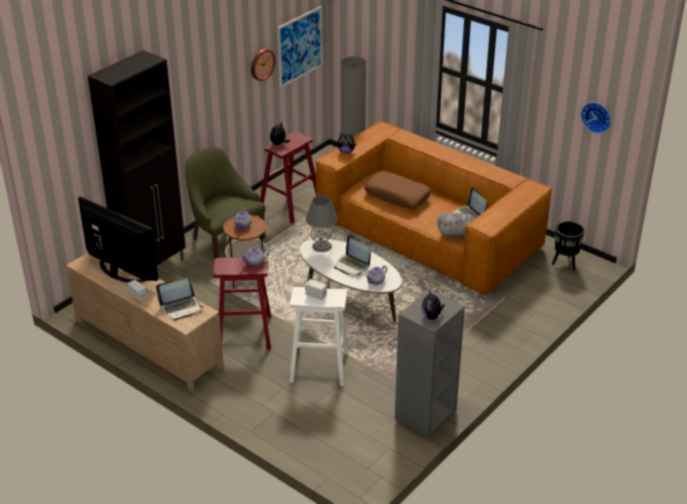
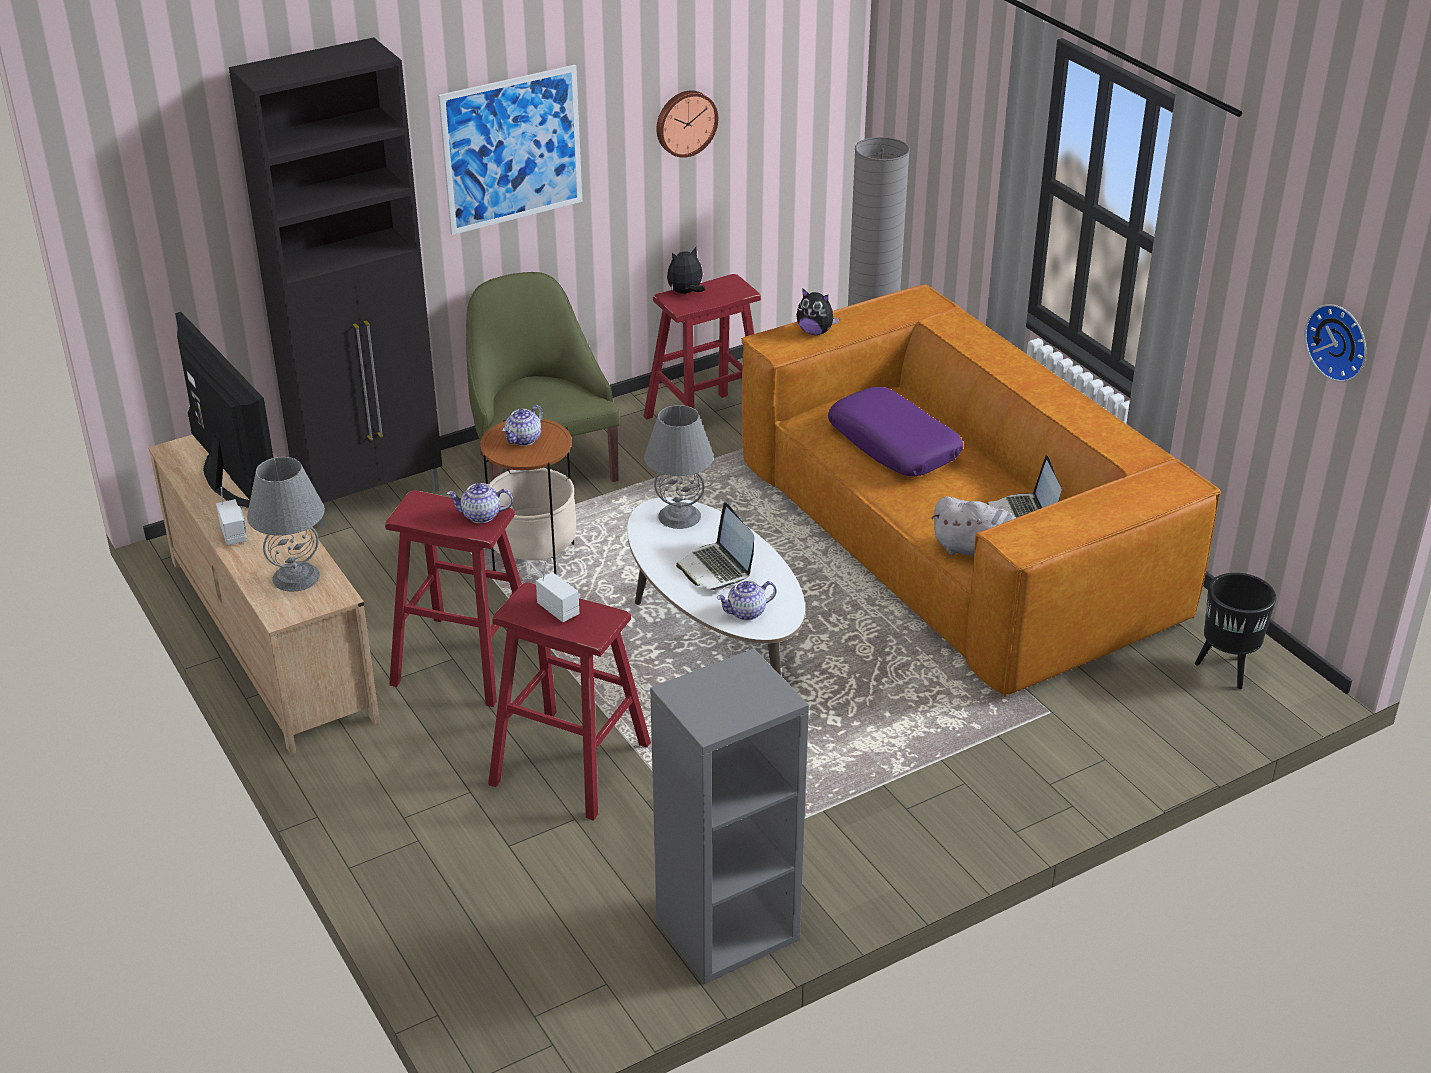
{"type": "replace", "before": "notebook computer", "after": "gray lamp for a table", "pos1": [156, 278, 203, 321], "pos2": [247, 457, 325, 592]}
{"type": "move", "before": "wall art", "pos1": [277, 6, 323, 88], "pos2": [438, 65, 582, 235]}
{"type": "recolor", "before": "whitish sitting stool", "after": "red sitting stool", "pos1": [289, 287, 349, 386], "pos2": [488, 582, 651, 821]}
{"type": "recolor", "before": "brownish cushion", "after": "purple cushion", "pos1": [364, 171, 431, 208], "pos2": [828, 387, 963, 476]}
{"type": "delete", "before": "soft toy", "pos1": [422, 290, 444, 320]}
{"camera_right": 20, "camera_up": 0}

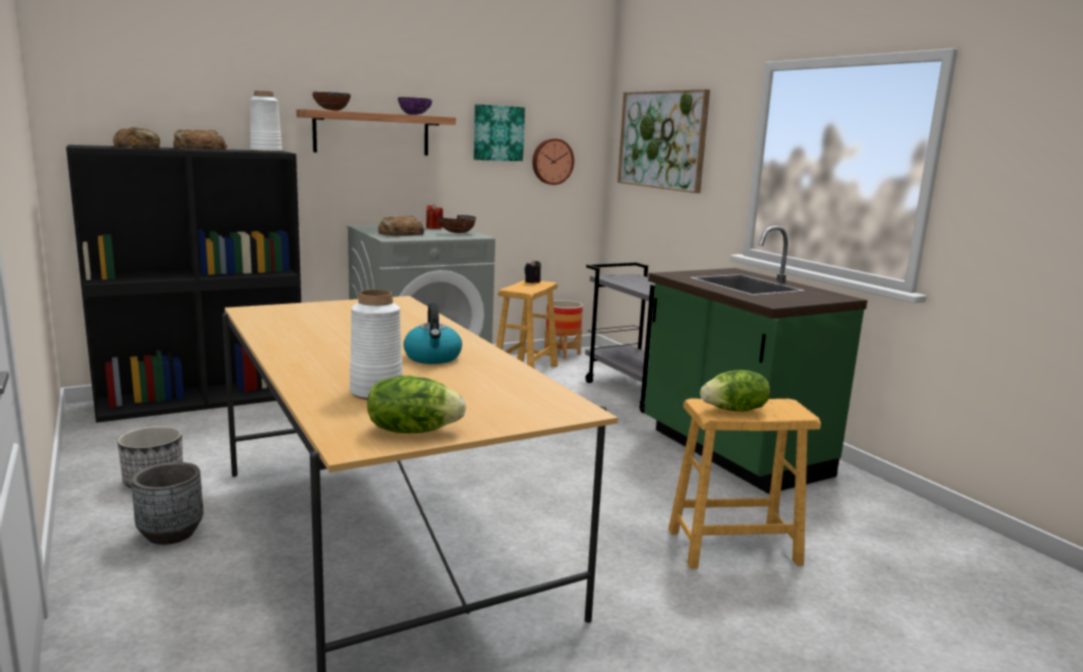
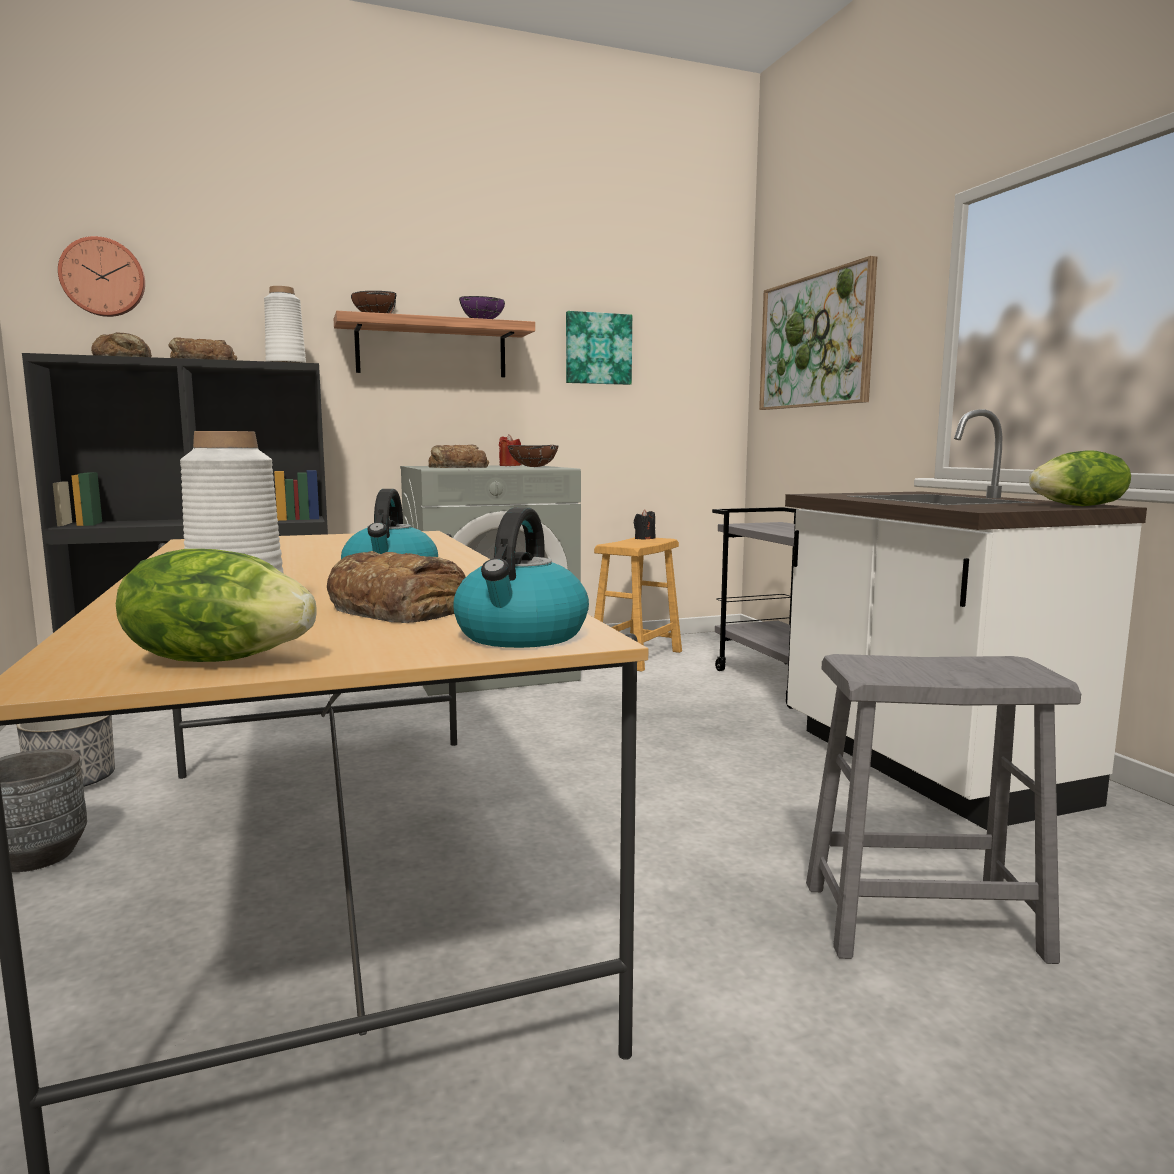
{"type": "move", "before": "wall clock", "pos1": [532, 138, 574, 185], "pos2": [58, 236, 145, 317]}
{"type": "delete", "before": "plant pot", "pos1": [544, 300, 583, 359]}
{"type": "recolor", "before": "greenish counter", "after": "whitish counter", "pos1": [644, 226, 867, 494], "pos2": [785, 409, 1147, 830]}
{"type": "recolor", "before": "brownish sitting stool", "after": "gray sitting stool", "pos1": [668, 398, 821, 569], "pos2": [806, 654, 1081, 964]}
{"type": "move", "before": "lettuce head", "pos1": [700, 370, 770, 412], "pos2": [1029, 450, 1131, 506]}
{"type": "insert", "after": "bread", "pos2": [327, 551, 466, 623]}
{"type": "insert", "after": "water kettle", "pos2": [453, 507, 589, 648]}
{"camera_right": 10, "camera_up": -5}

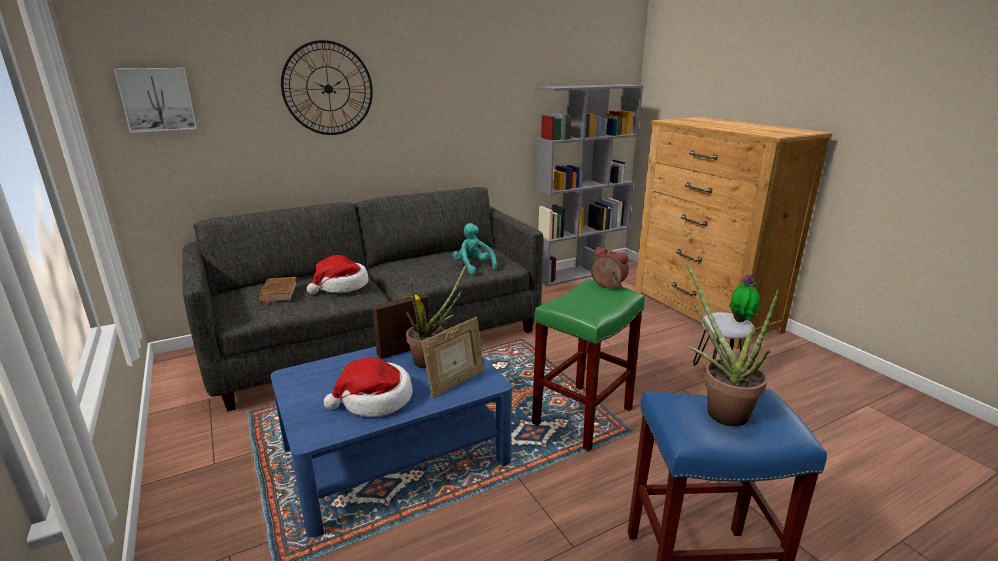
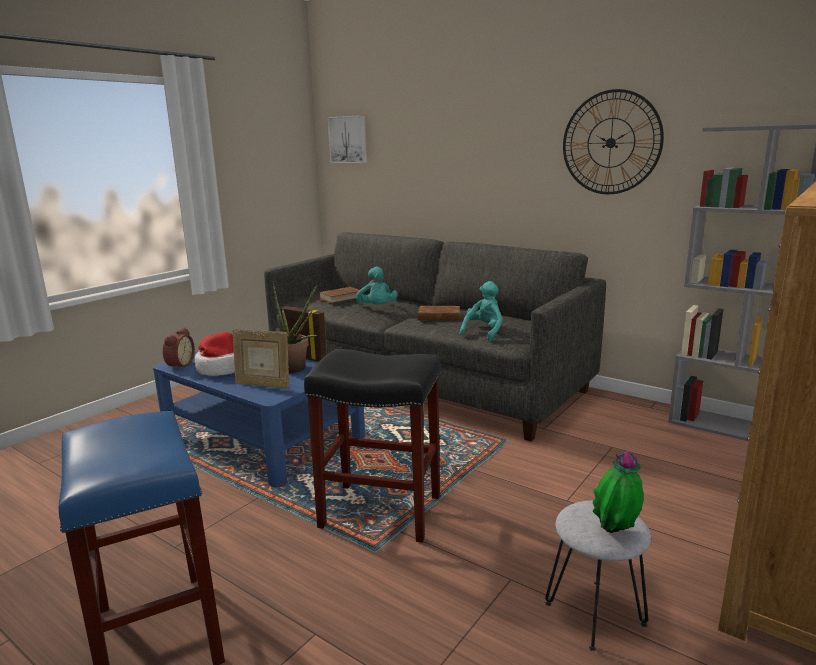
{"type": "move", "before": "wall clock", "pos1": [281, 40, 373, 135], "pos2": [563, 89, 664, 194]}
{"type": "replace", "before": "clothing hat", "after": "turquoise-coloured soft toy", "pos1": [307, 255, 368, 294], "pos2": [356, 267, 398, 305]}
{"type": "recolor", "before": "greenish sitting stool", "after": "black sitting stool", "pos1": [532, 279, 645, 452], "pos2": [304, 349, 441, 543]}
{"type": "move", "before": "alarm clock", "pos1": [591, 247, 629, 288], "pos2": [163, 327, 195, 370]}
{"type": "delete", "before": "houseplant", "pos1": [686, 262, 779, 426]}
{"type": "insert", "after": "brownish bound book", "pos2": [418, 306, 464, 320]}
{"camera_right": 65, "camera_up": -5}

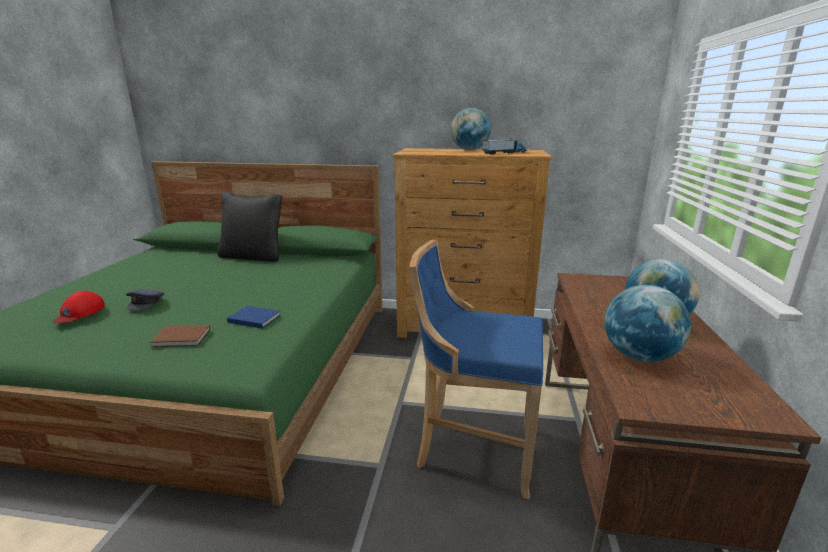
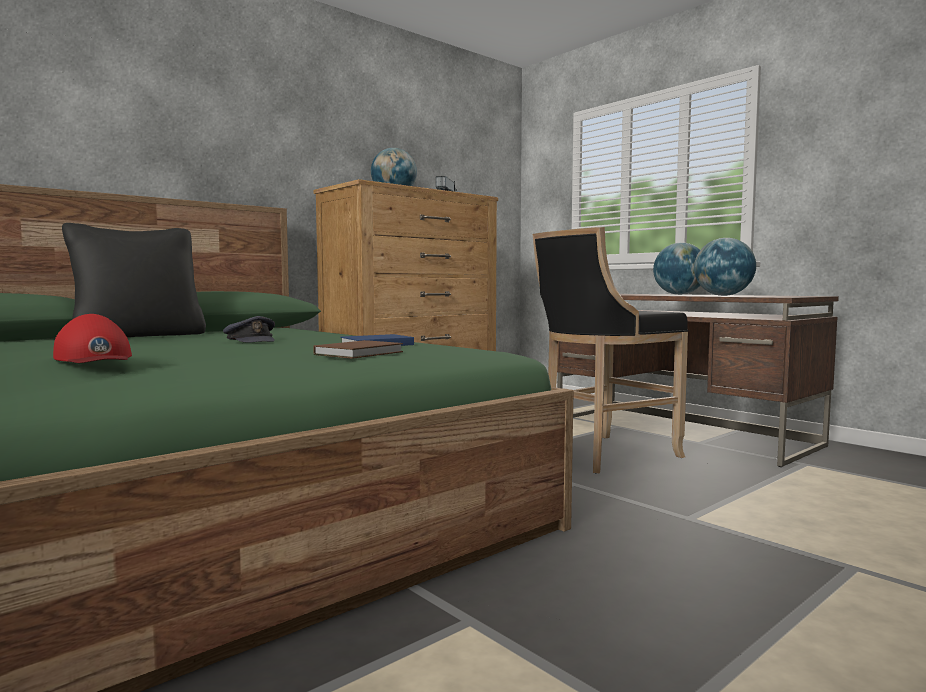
{"type": "move", "before": "gray peaked cap", "pos1": [126, 289, 164, 310], "pos2": [223, 316, 275, 342]}
{"type": "recolor", "before": "bluish sitting stool", "after": "black sitting stool", "pos1": [409, 240, 543, 499], "pos2": [532, 227, 688, 474]}
{"camera_right": -50, "camera_up": -15}

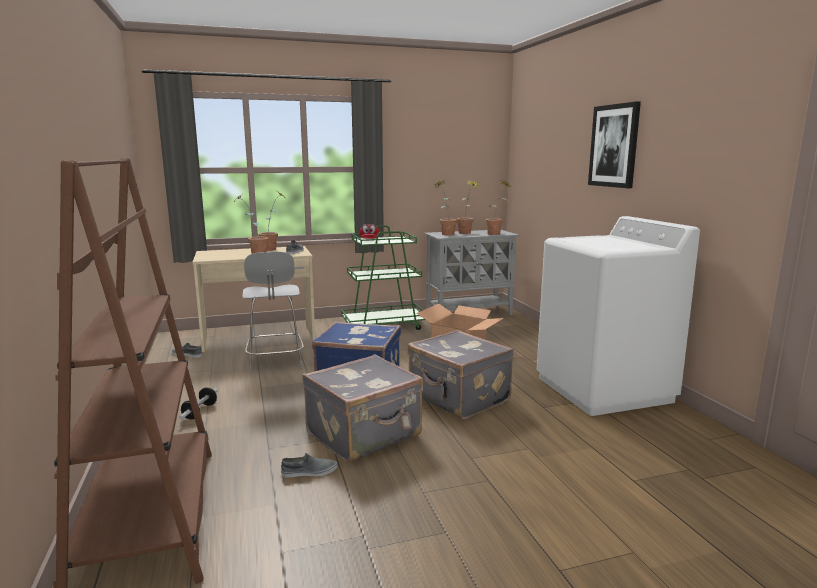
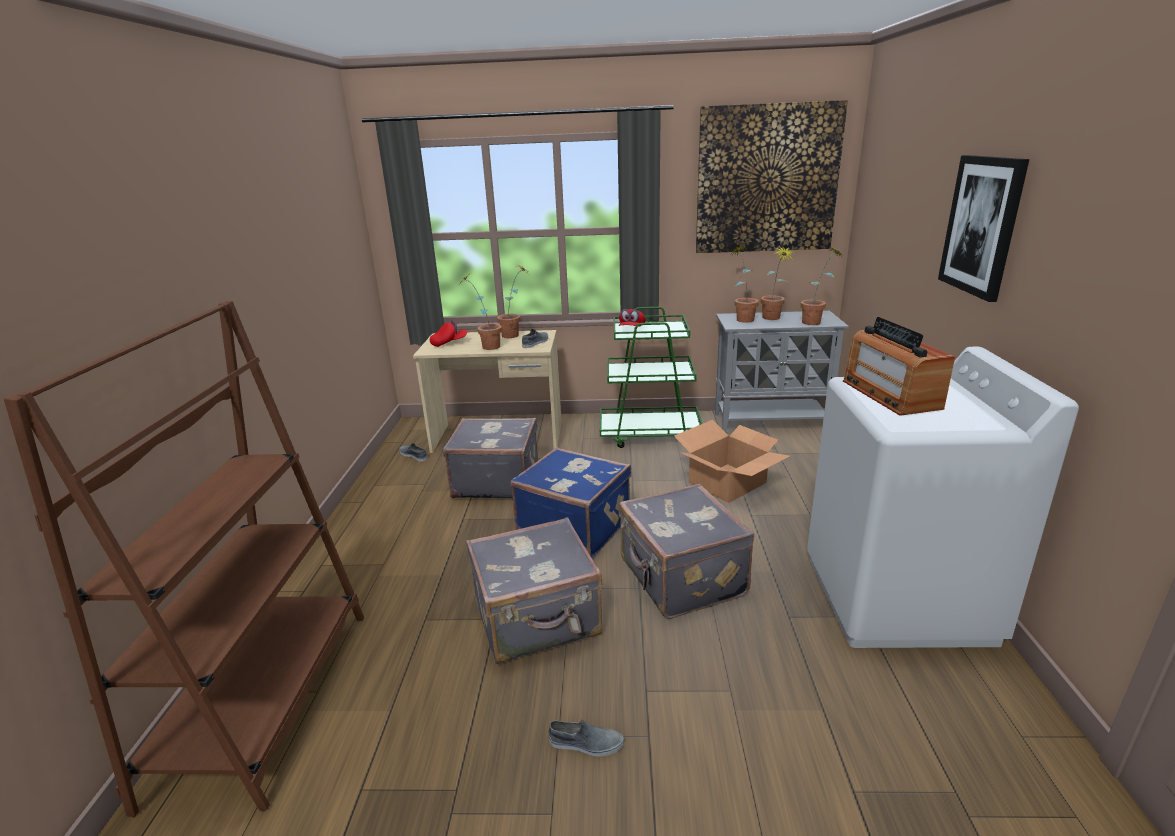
{"type": "delete", "before": "hand weight", "pos1": [179, 387, 218, 419]}
{"type": "replace", "before": "gray sitting stool", "after": "gray suitcase", "pos1": [242, 252, 304, 373], "pos2": [443, 418, 538, 498]}
{"type": "move", "before": "gray shoe", "pos1": [281, 453, 337, 477], "pos2": [548, 720, 624, 757]}
{"type": "insert", "after": "red peaked cap", "pos2": [430, 320, 468, 347]}
{"type": "insert", "after": "wall art", "pos2": [696, 100, 848, 253]}
{"type": "insert", "after": "radio", "pos2": [843, 317, 955, 416]}
{"camera_right": 20, "camera_up": 10}

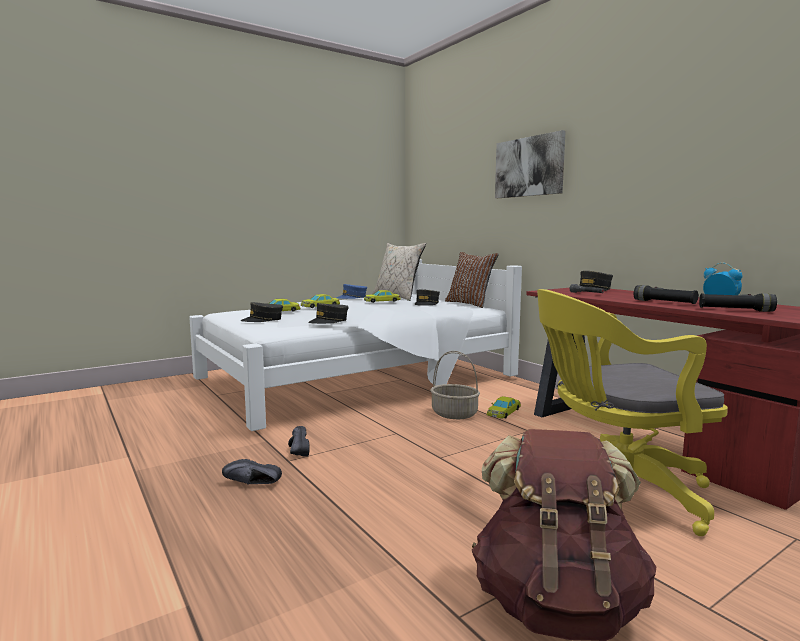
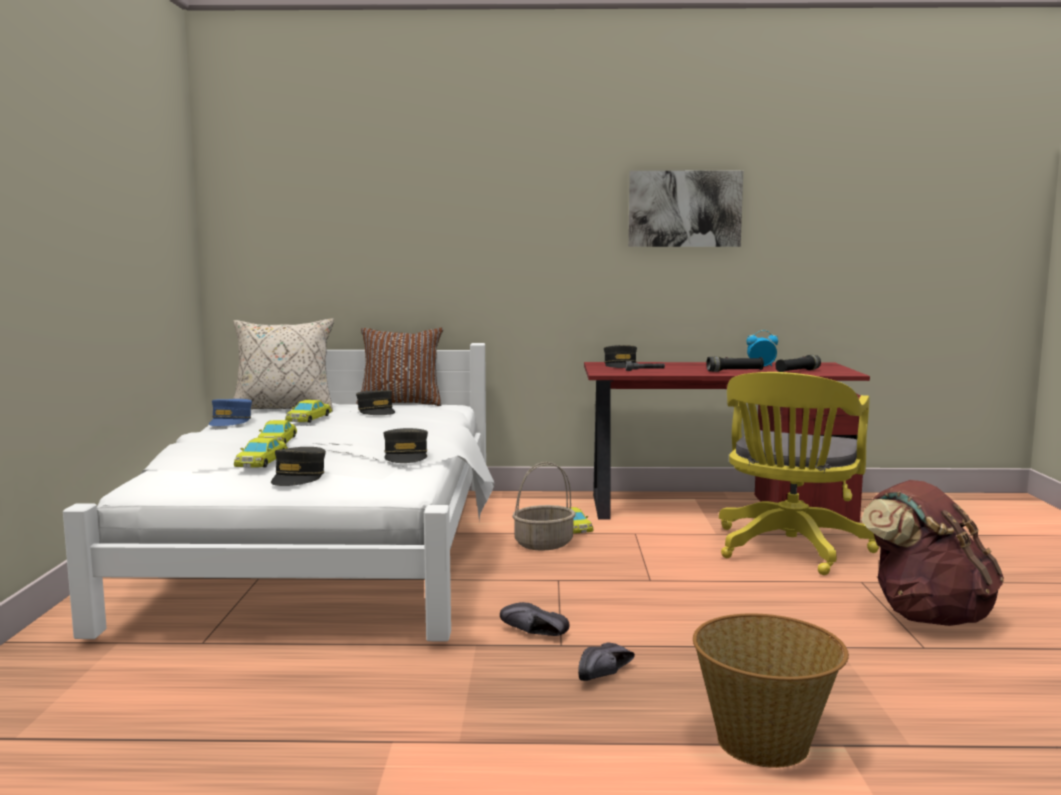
{"type": "move", "before": "wall art", "pos1": [495, 130, 566, 198], "pos2": [628, 171, 743, 247]}
{"type": "insert", "after": "household basket", "pos2": [693, 613, 849, 768]}
{"camera_right": -55, "camera_up": 0}

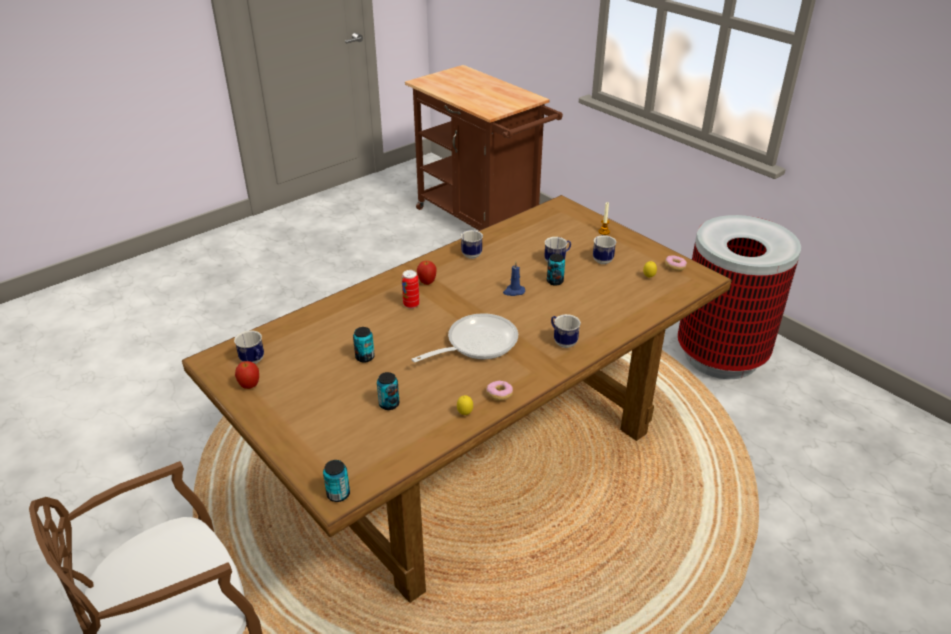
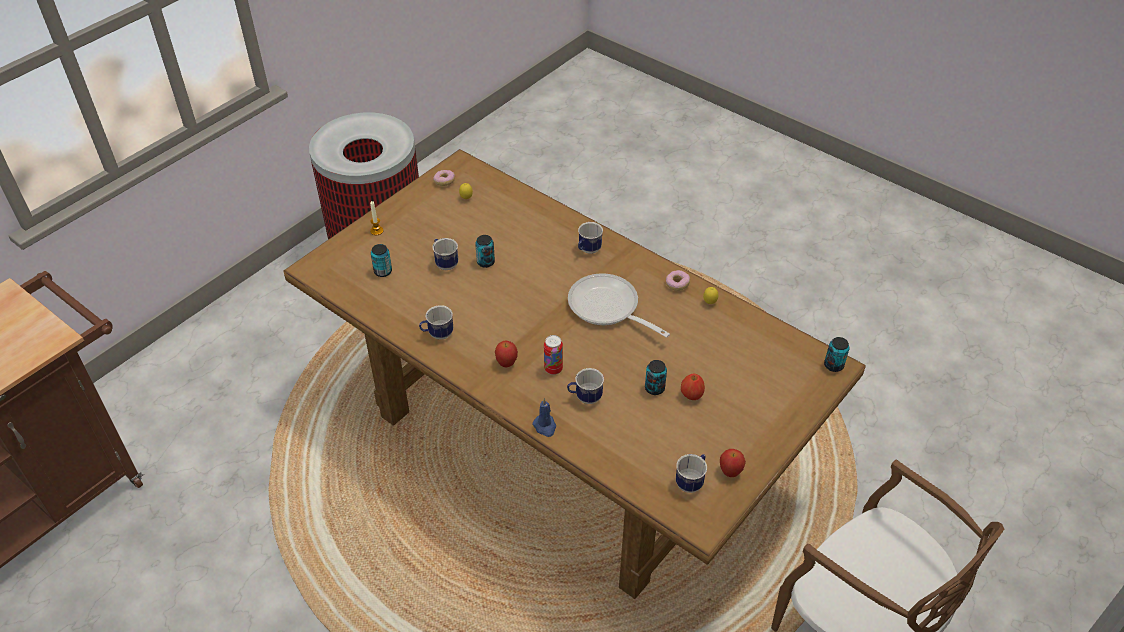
{"type": "move", "before": "metal can", "pos1": [377, 372, 399, 410], "pos2": [371, 244, 392, 277]}
{"type": "move", "before": "bluish wax candle", "pos1": [503, 261, 525, 296], "pos2": [532, 398, 556, 437]}
{"type": "move", "before": "mug", "pos1": [593, 235, 616, 264], "pos2": [567, 368, 604, 404]}
{"type": "insert", "after": "apple", "pos2": [681, 374, 705, 400]}
{"camera_right": -100, "camera_up": 10}

